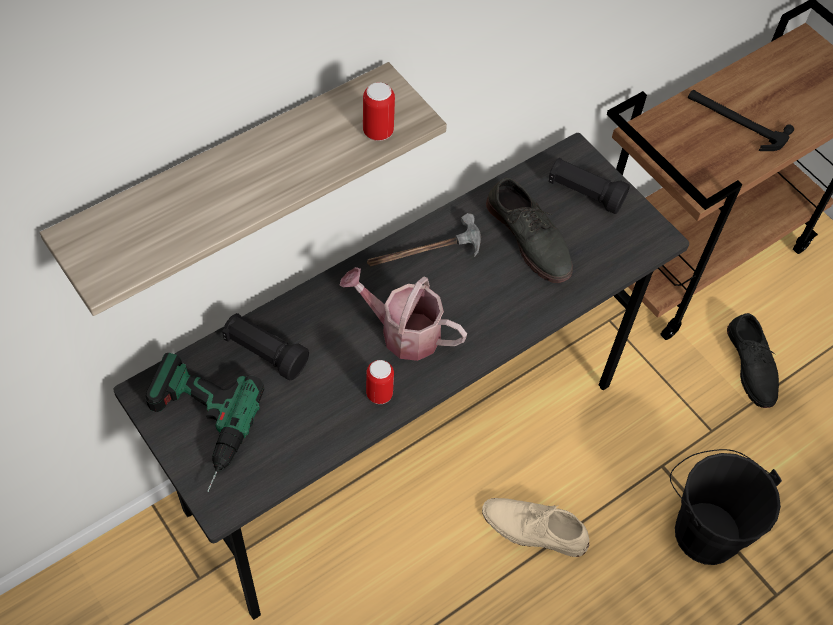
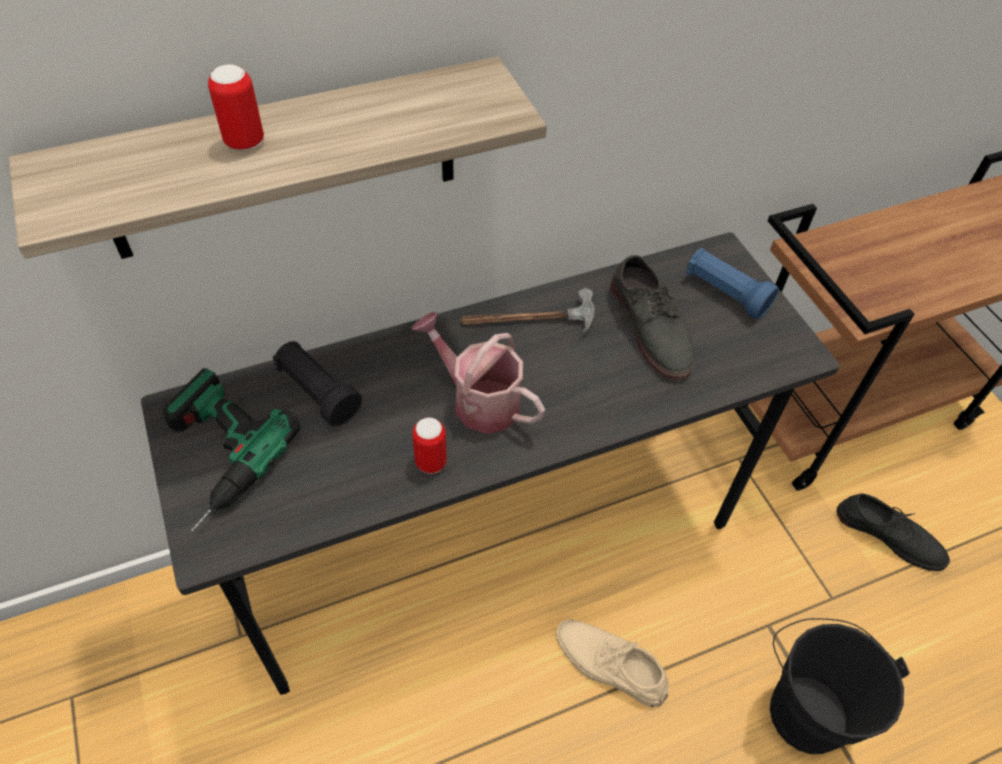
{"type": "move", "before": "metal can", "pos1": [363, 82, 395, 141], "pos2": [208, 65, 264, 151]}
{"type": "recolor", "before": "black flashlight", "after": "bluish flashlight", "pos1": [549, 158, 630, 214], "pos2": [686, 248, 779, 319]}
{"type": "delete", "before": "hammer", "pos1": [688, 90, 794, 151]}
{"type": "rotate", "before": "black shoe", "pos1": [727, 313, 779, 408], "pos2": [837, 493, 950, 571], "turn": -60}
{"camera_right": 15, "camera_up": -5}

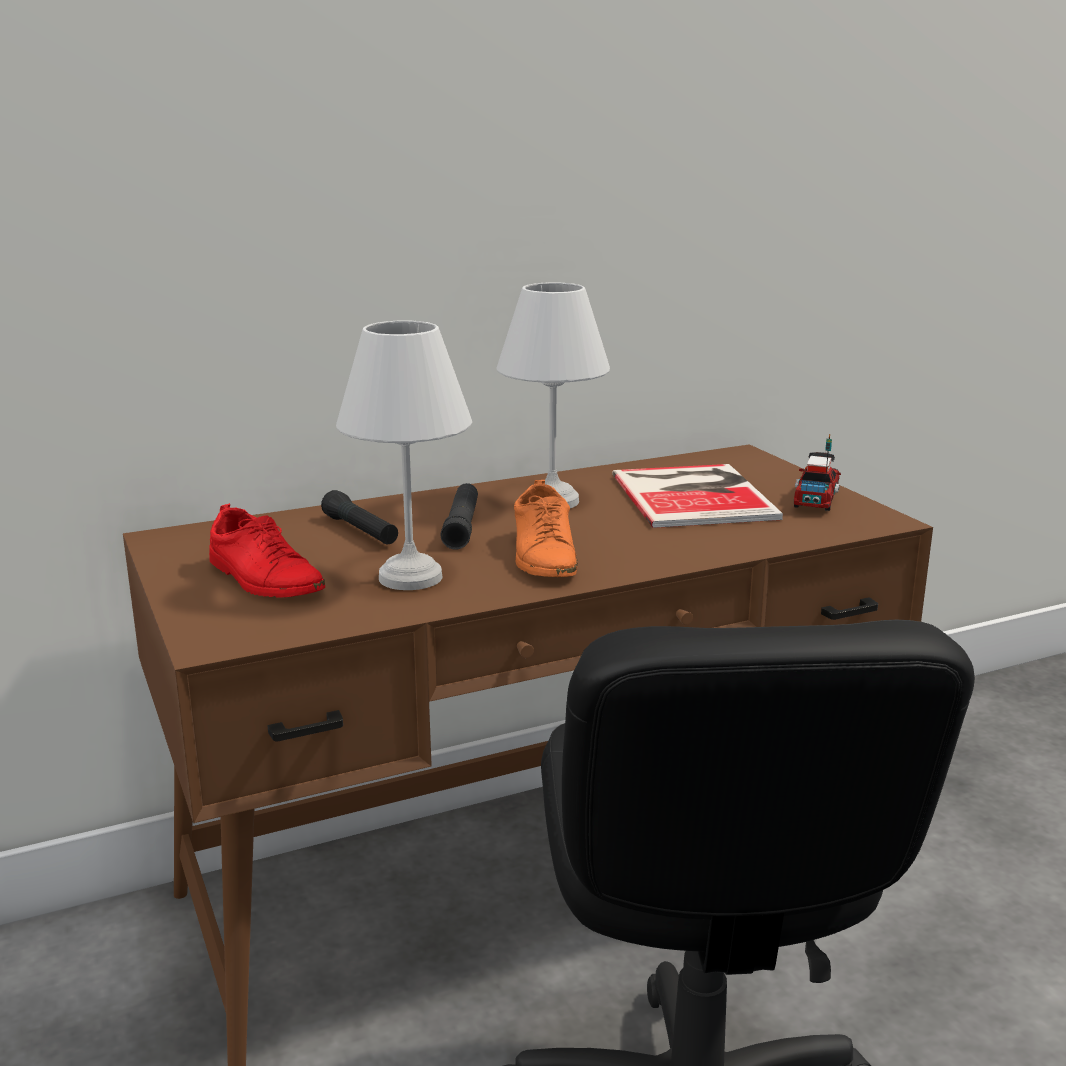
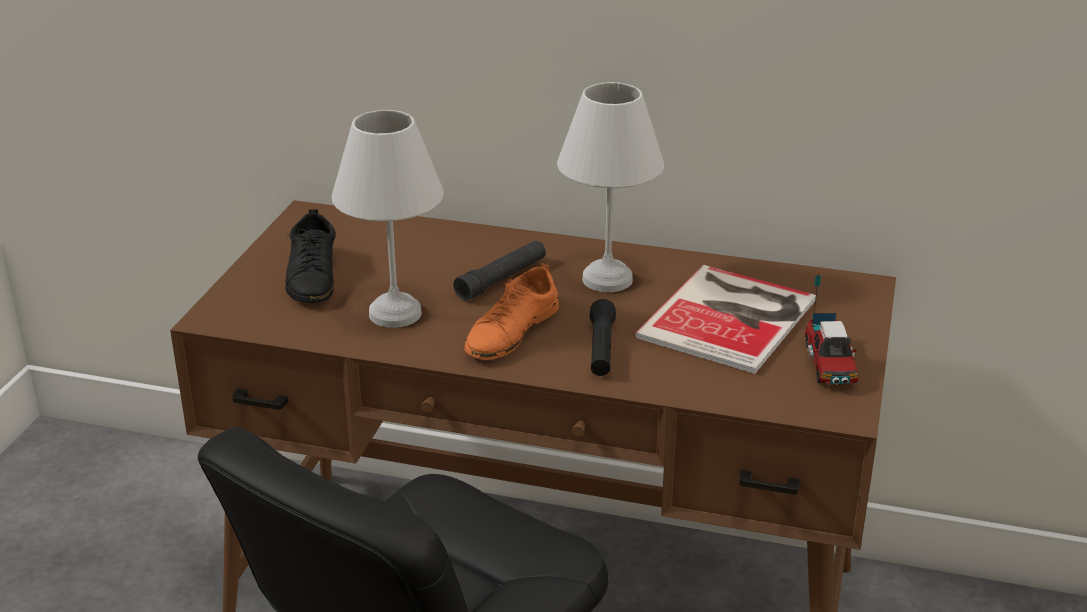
{"type": "recolor", "before": "red shoe", "after": "black shoe", "pos1": [209, 503, 325, 597], "pos2": [285, 209, 336, 303]}
{"type": "move", "before": "black flashlight", "pos1": [321, 490, 398, 544], "pos2": [590, 299, 616, 376]}
{"type": "rotate", "before": "toy truck", "pos1": [794, 434, 841, 511], "pos2": [805, 272, 858, 385], "turn": 120}
{"camera_right": 40, "camera_up": 10}

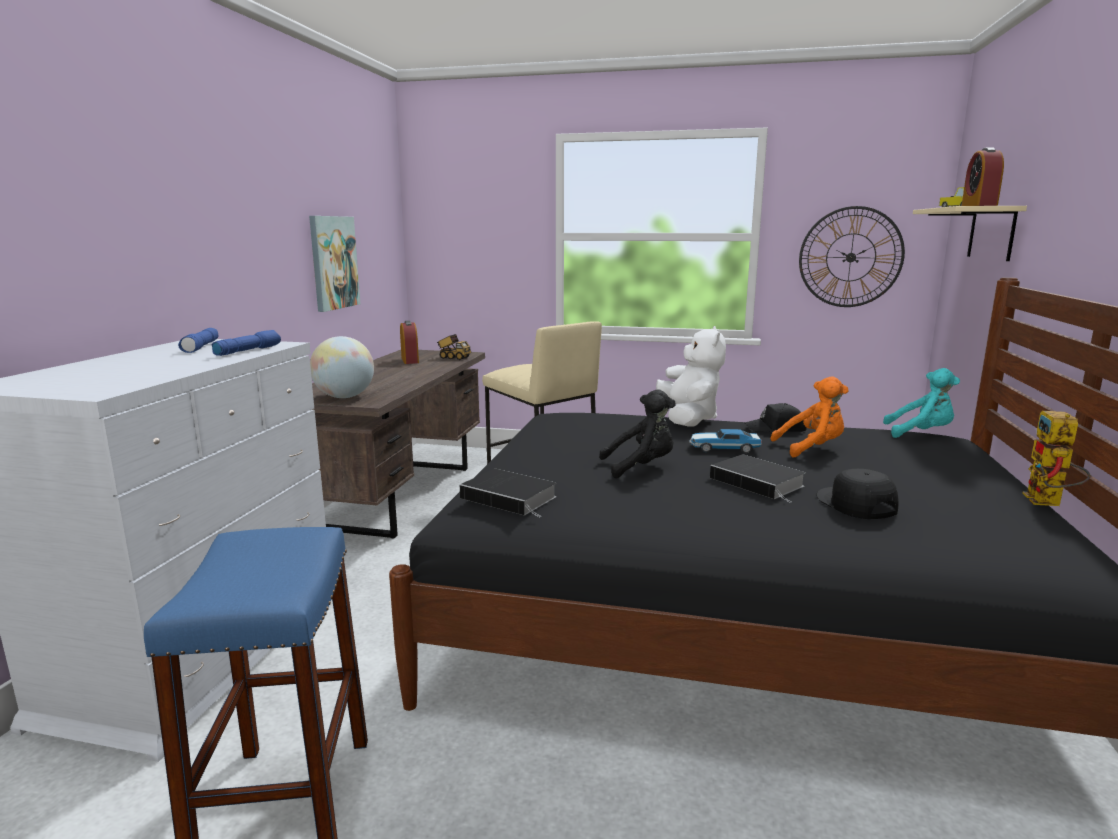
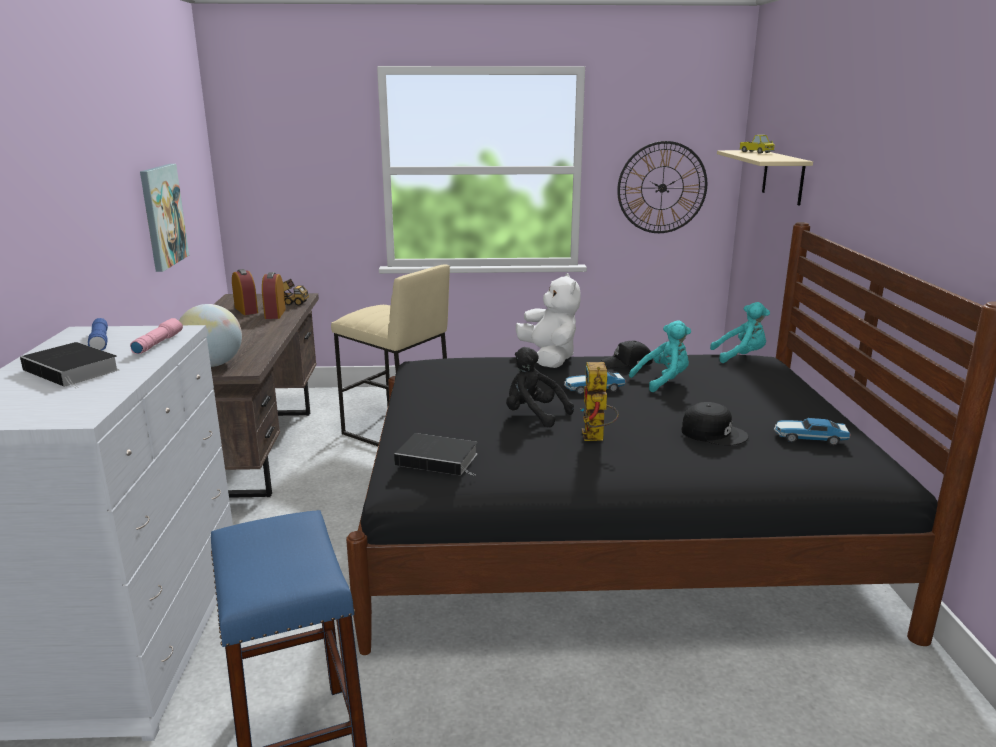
{"type": "recolor", "before": "bluish flashlight", "after": "pink flashlight", "pos1": [212, 330, 281, 356], "pos2": [130, 318, 183, 354]}
{"type": "rotate", "before": "black soft toy", "pos1": [599, 389, 676, 478], "pos2": [506, 347, 574, 427], "turn": -120}
{"type": "move", "before": "bound book", "pos1": [710, 455, 806, 502], "pos2": [20, 342, 120, 389]}
{"type": "recolor", "before": "orange-coloured soft toy", "after": "turquoise-coloured soft toy", "pos1": [771, 376, 849, 457], "pos2": [629, 320, 691, 392]}
{"type": "rotate", "before": "black peaked cap", "pos1": [816, 469, 898, 519], "pos2": [682, 402, 749, 446], "turn": 150}
{"type": "move", "before": "alarm clock", "pos1": [962, 147, 1004, 206], "pos2": [262, 272, 286, 319]}
{"type": "move", "before": "robot figure", "pos1": [1022, 411, 1091, 506], "pos2": [580, 362, 619, 441]}
{"type": "insert", "after": "toy car", "pos2": [774, 418, 850, 445]}
{"camera_right": -15, "camera_up": 5}

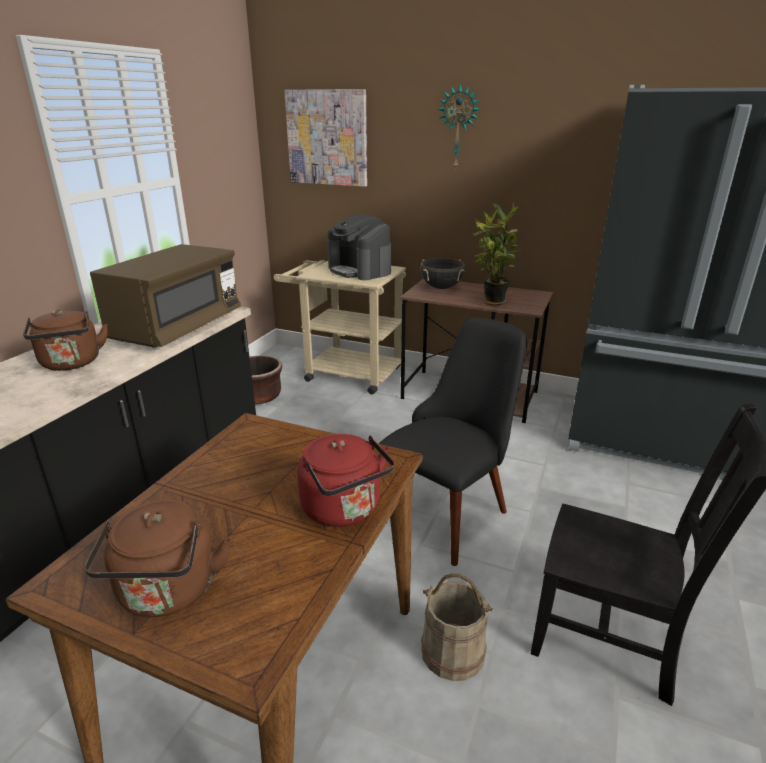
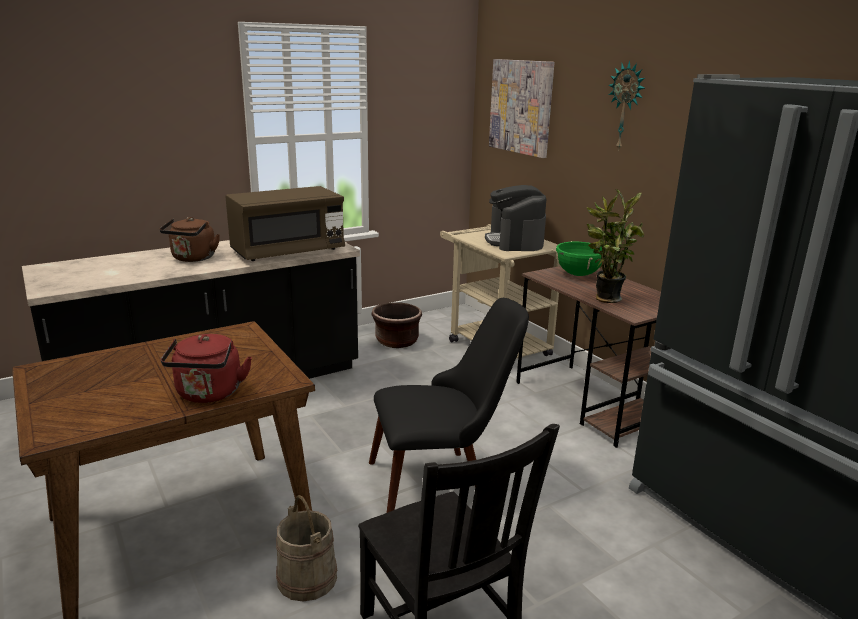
{"type": "delete", "before": "brownish water kettle", "pos1": [84, 500, 231, 617]}
{"type": "recolor", "before": "black saucepot", "after": "greenish saucepot", "pos1": [420, 258, 465, 289], "pos2": [551, 241, 602, 276]}
{"camera_right": 35, "camera_up": -5}

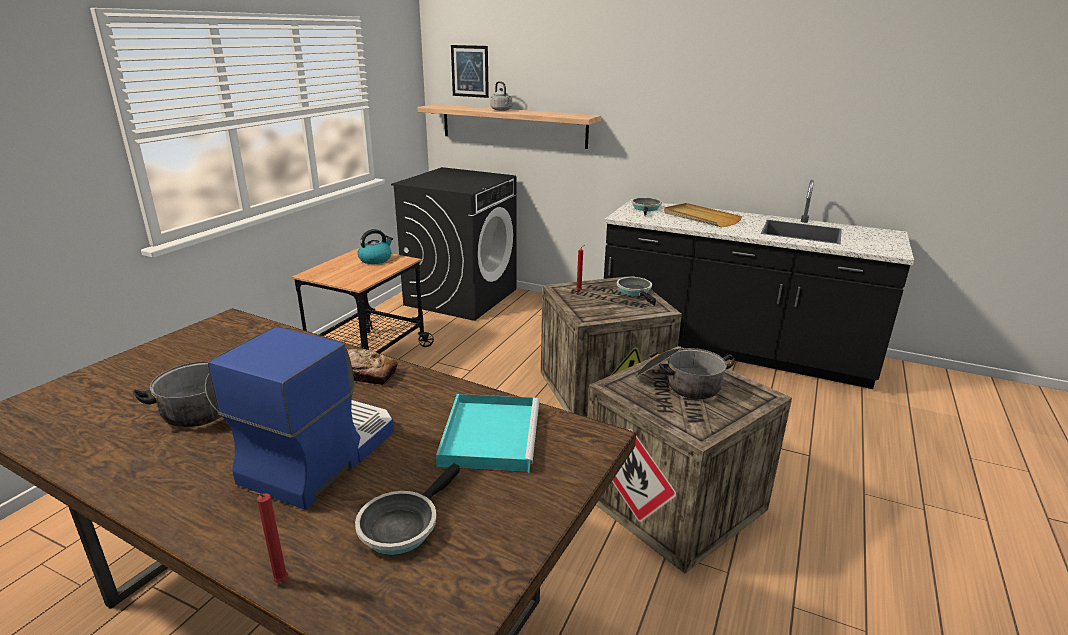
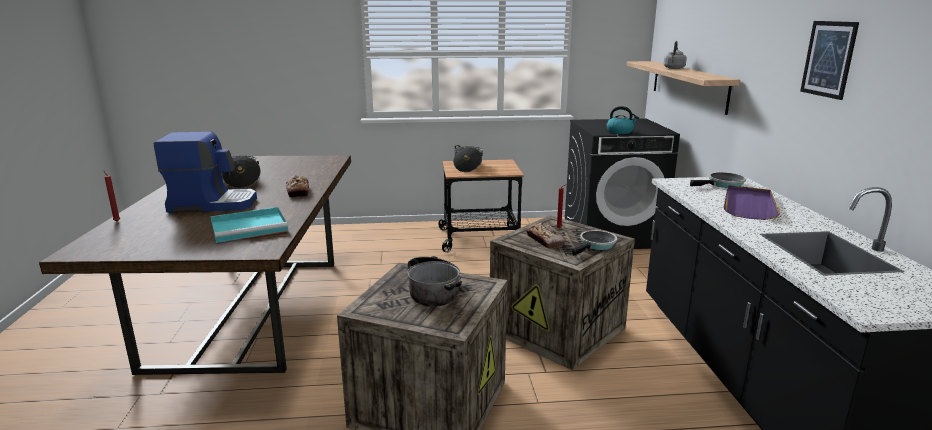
{"type": "delete", "before": "pan", "pos1": [355, 463, 460, 555]}
{"type": "move", "before": "water kettle", "pos1": [358, 229, 393, 264], "pos2": [607, 106, 639, 134]}
{"type": "move", "before": "wall art", "pos1": [451, 45, 489, 98], "pos2": [800, 21, 859, 100]}
{"type": "recolor", "before": "sand-coloured carrying tray", "after": "purple carrying tray", "pos1": [664, 203, 743, 227], "pos2": [724, 185, 780, 220]}
{"type": "insert", "after": "saucepot", "pos2": [453, 145, 483, 172]}
{"type": "insert", "after": "bread", "pos2": [526, 223, 566, 249]}
{"camera_right": 60, "camera_up": -5}

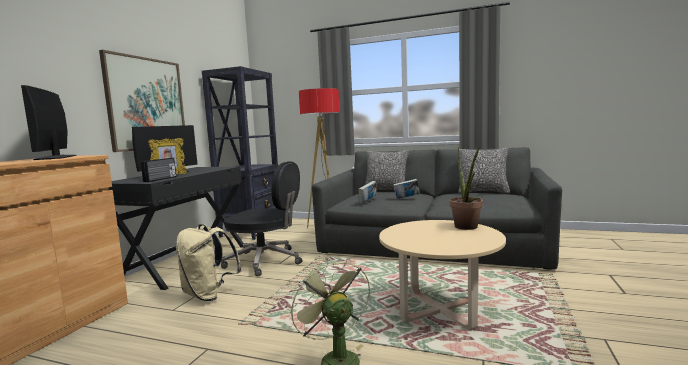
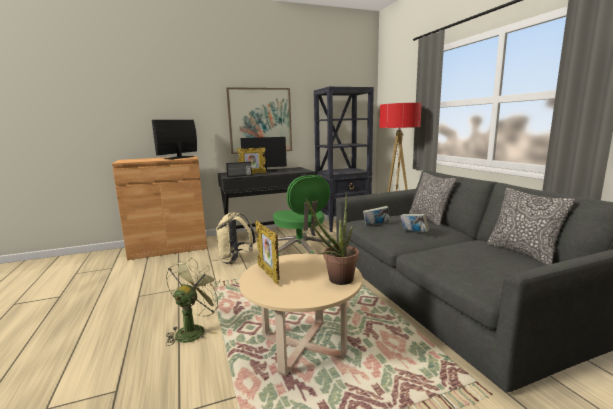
{"type": "recolor", "before": "black office chair", "after": "greenish office chair", "pos1": [221, 161, 302, 276], "pos2": [273, 175, 332, 256]}
{"type": "insert", "after": "picture frame", "pos2": [255, 220, 280, 285]}
{"camera_right": 50, "camera_up": 5}

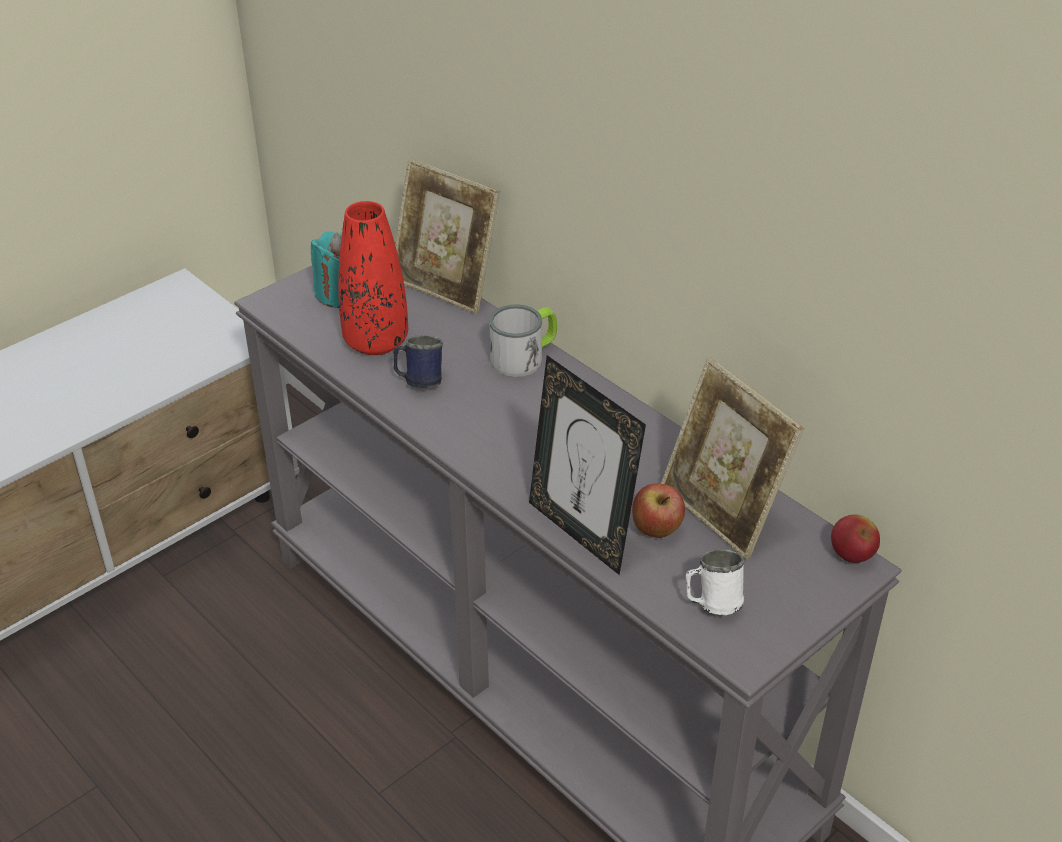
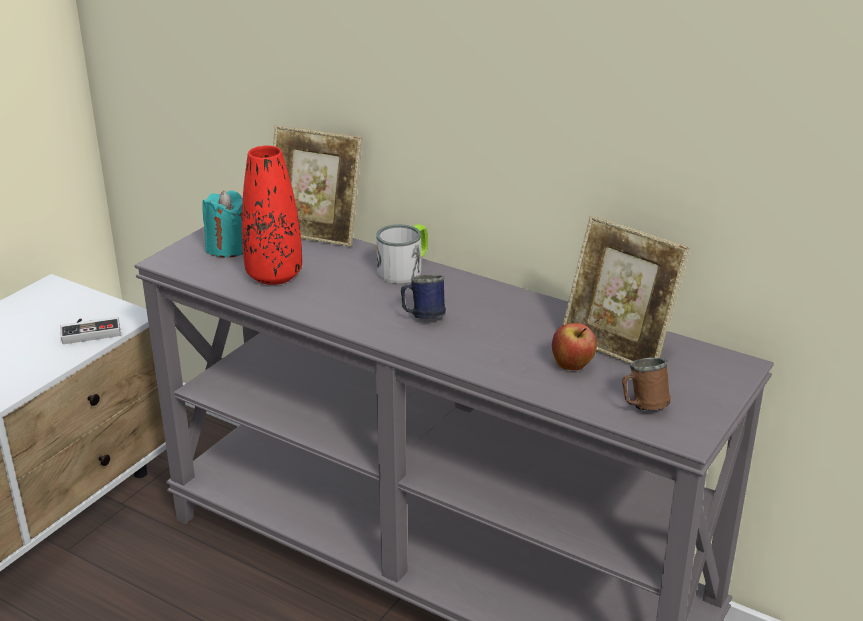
{"type": "move", "before": "bluish mug", "pos1": [393, 335, 443, 388], "pos2": [401, 274, 446, 319]}
{"type": "delete", "before": "picture frame", "pos1": [529, 355, 646, 575]}
{"type": "recolor", "before": "whitish mug", "after": "brownish mug", "pos1": [686, 549, 744, 615], "pos2": [622, 357, 671, 410]}
{"type": "delete", "before": "apple", "pos1": [831, 514, 880, 563]}
{"type": "insert", "after": "gamepad", "pos2": [60, 317, 121, 344]}
{"camera_right": -15, "camera_up": -10}

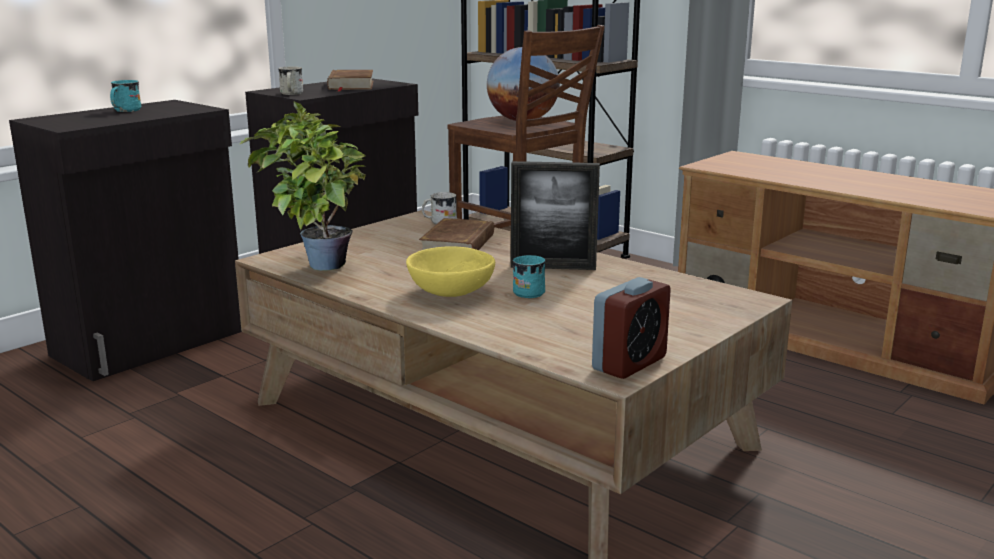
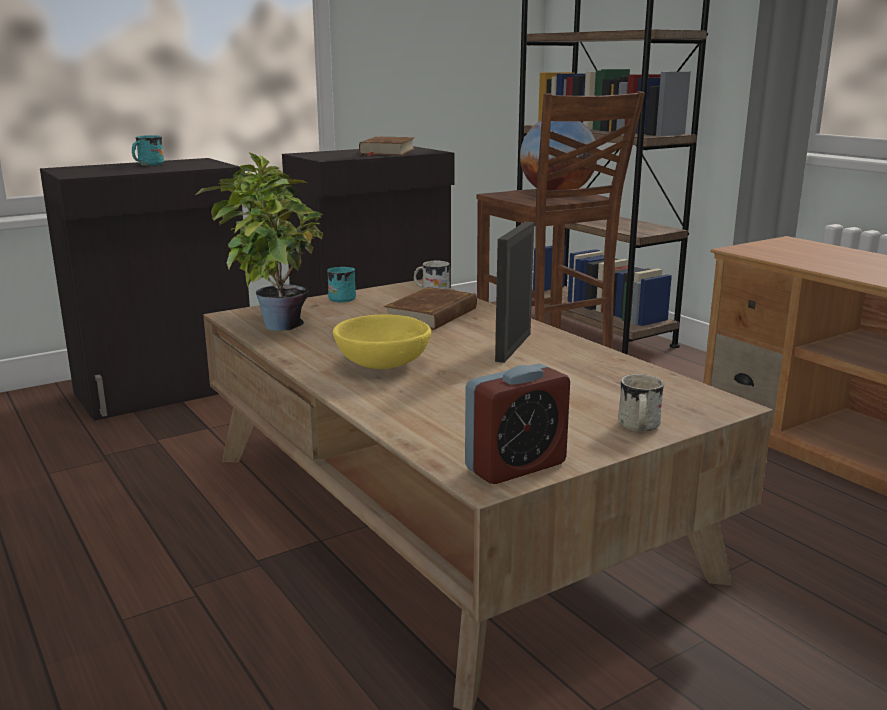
{"type": "move", "before": "whitish mug", "pos1": [278, 67, 303, 95], "pos2": [618, 374, 664, 431]}
{"type": "rotate", "before": "picture frame", "pos1": [511, 161, 600, 270], "pos2": [495, 222, 534, 363], "turn": 90}
{"type": "move", "before": "turquoise-coloured mug", "pos1": [513, 255, 545, 298], "pos2": [327, 267, 356, 302]}
{"camera_right": 15, "camera_up": 0}

